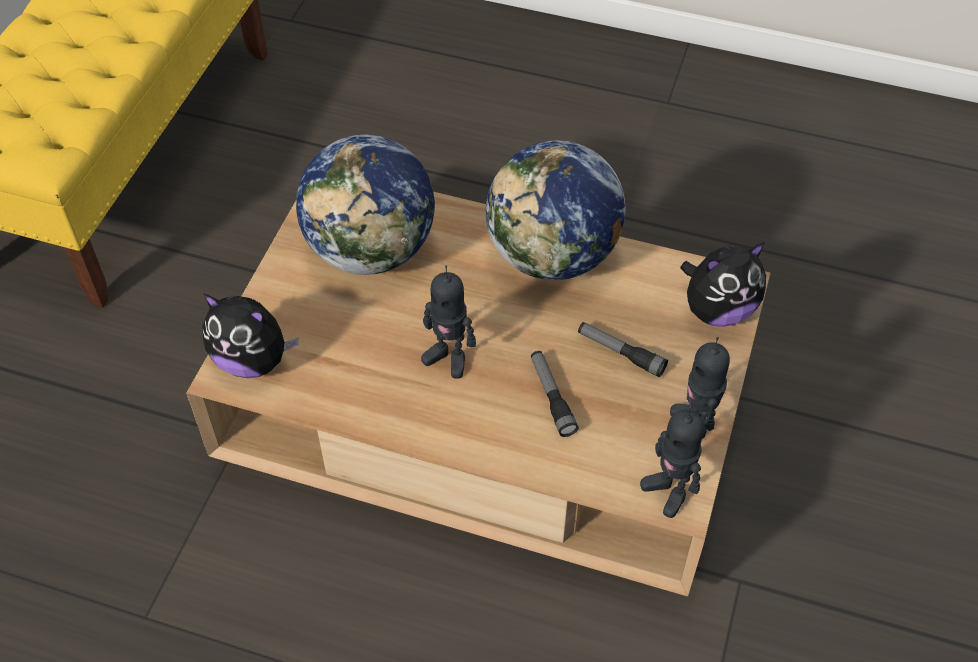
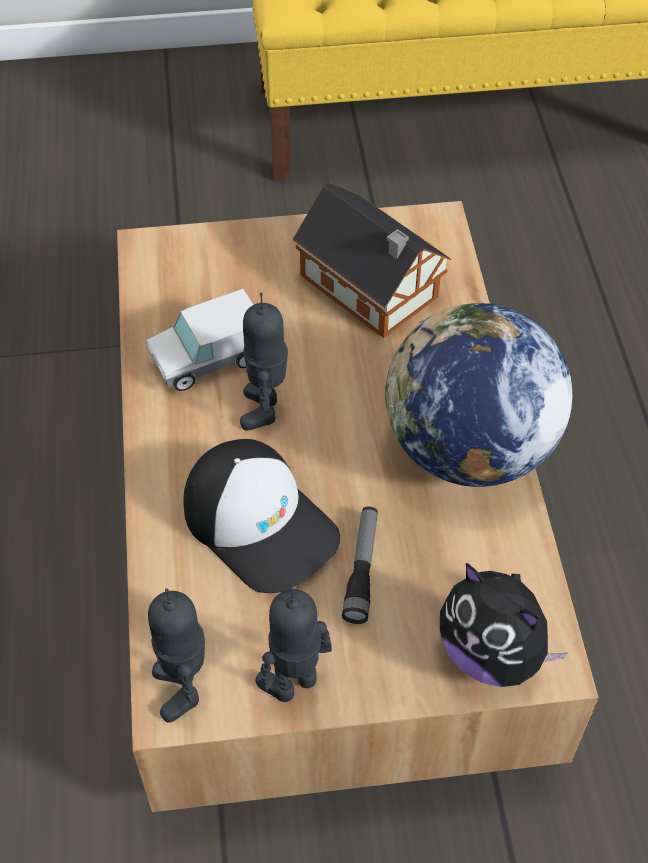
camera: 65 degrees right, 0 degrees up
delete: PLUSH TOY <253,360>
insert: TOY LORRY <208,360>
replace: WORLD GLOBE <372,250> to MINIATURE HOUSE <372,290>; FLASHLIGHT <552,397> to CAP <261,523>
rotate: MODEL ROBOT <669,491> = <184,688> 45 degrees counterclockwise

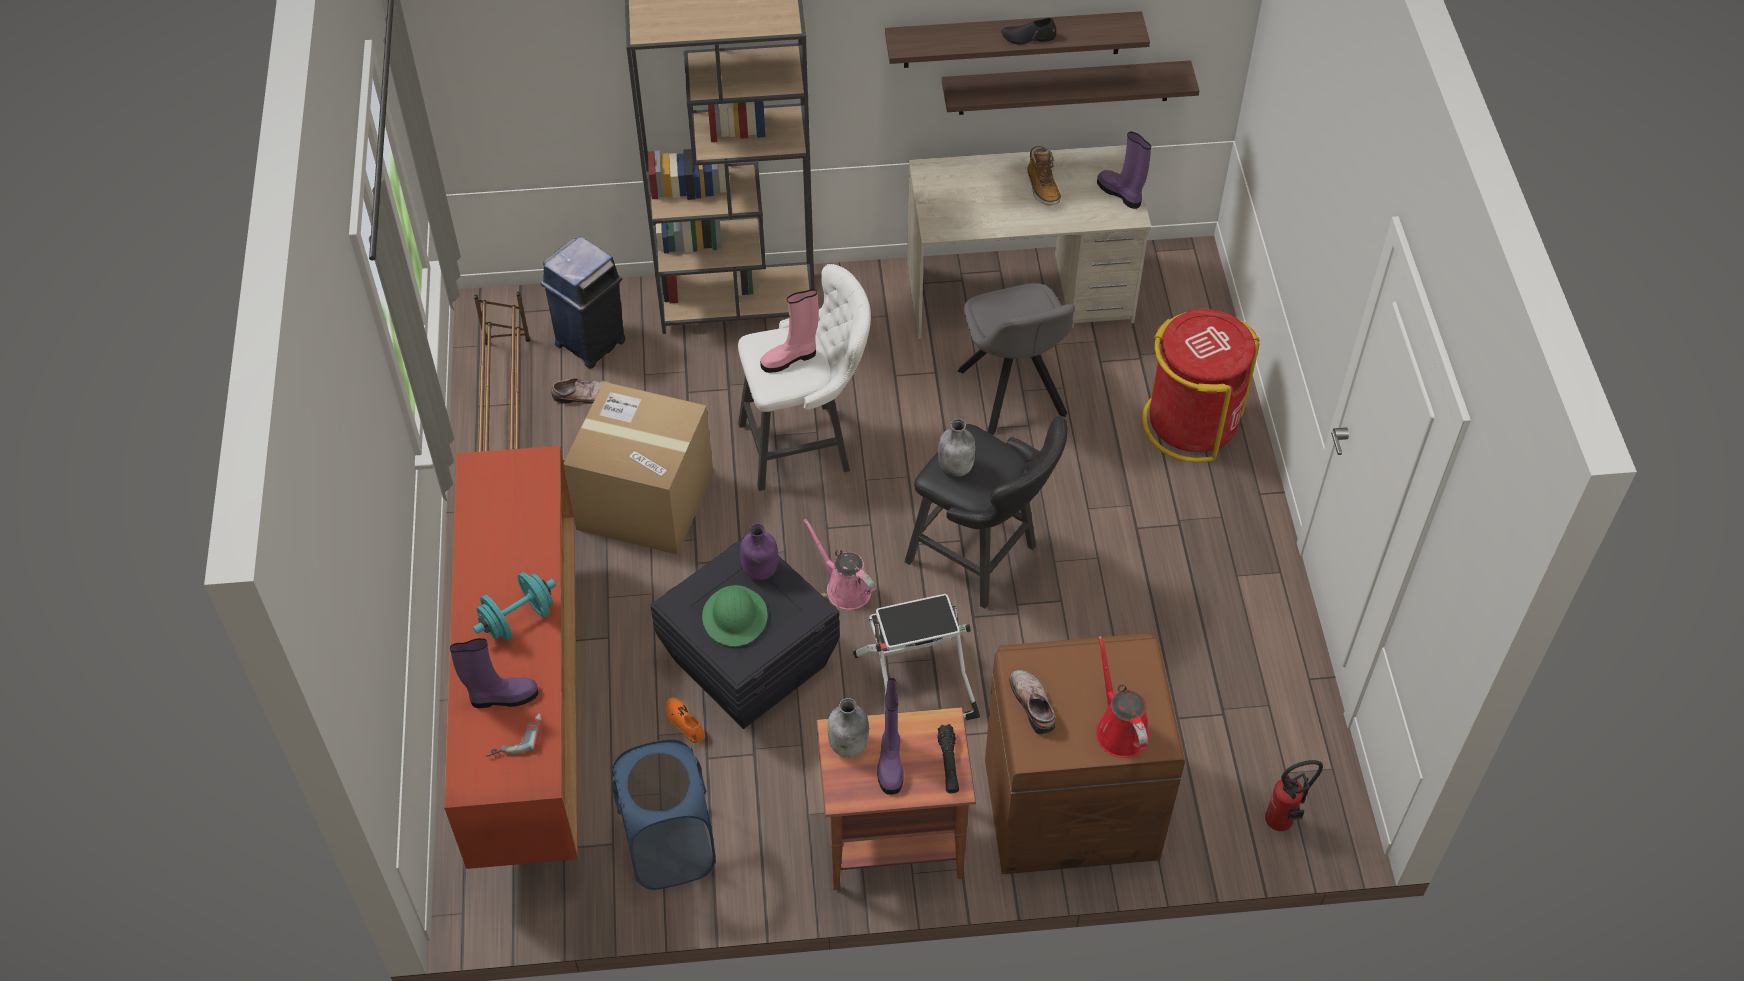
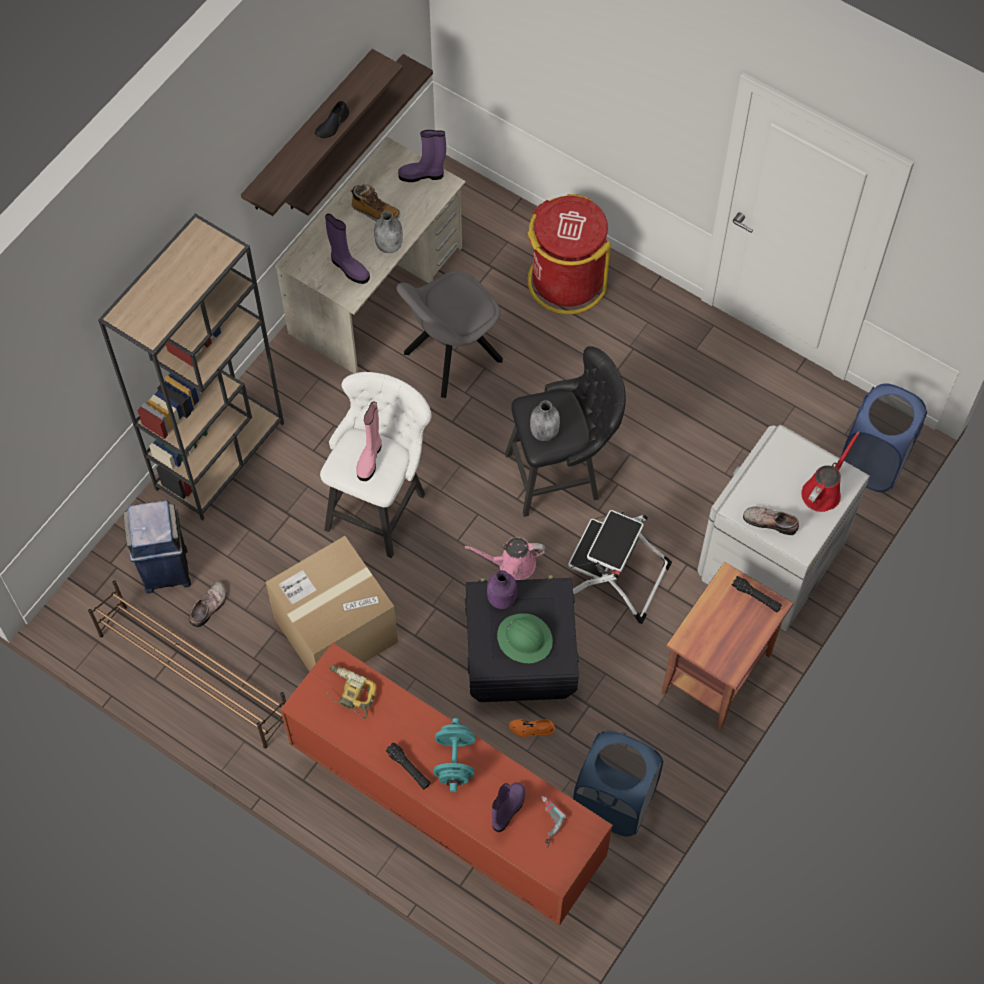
camera: 50 degrees left, 10 degrees up
insert: DRILL <349,692>; BLACKISH FLASHLIGHT <408,768>
move: GREYISH BOTTLE <849,745> to <390,245>; PURPLE-COLOURED BOOT <890,762> to <348,268>
replace: FIRE-FIGHTING CYLINDER <1283,822> to BLUE-COLOURED HAMPER <874,462>
recolor: BROWNISH WASHING MACHINE <1067,801> to WHITE-COLOURED WASHING MACHINE <767,560>
rotate: GREYISH PLAIN CHAIR <1013,393> = <451,356> 120 degrees clockwise; REDDISH SPRINKLING CAN <1119,728> = <823,491> 105 degrees clockwise

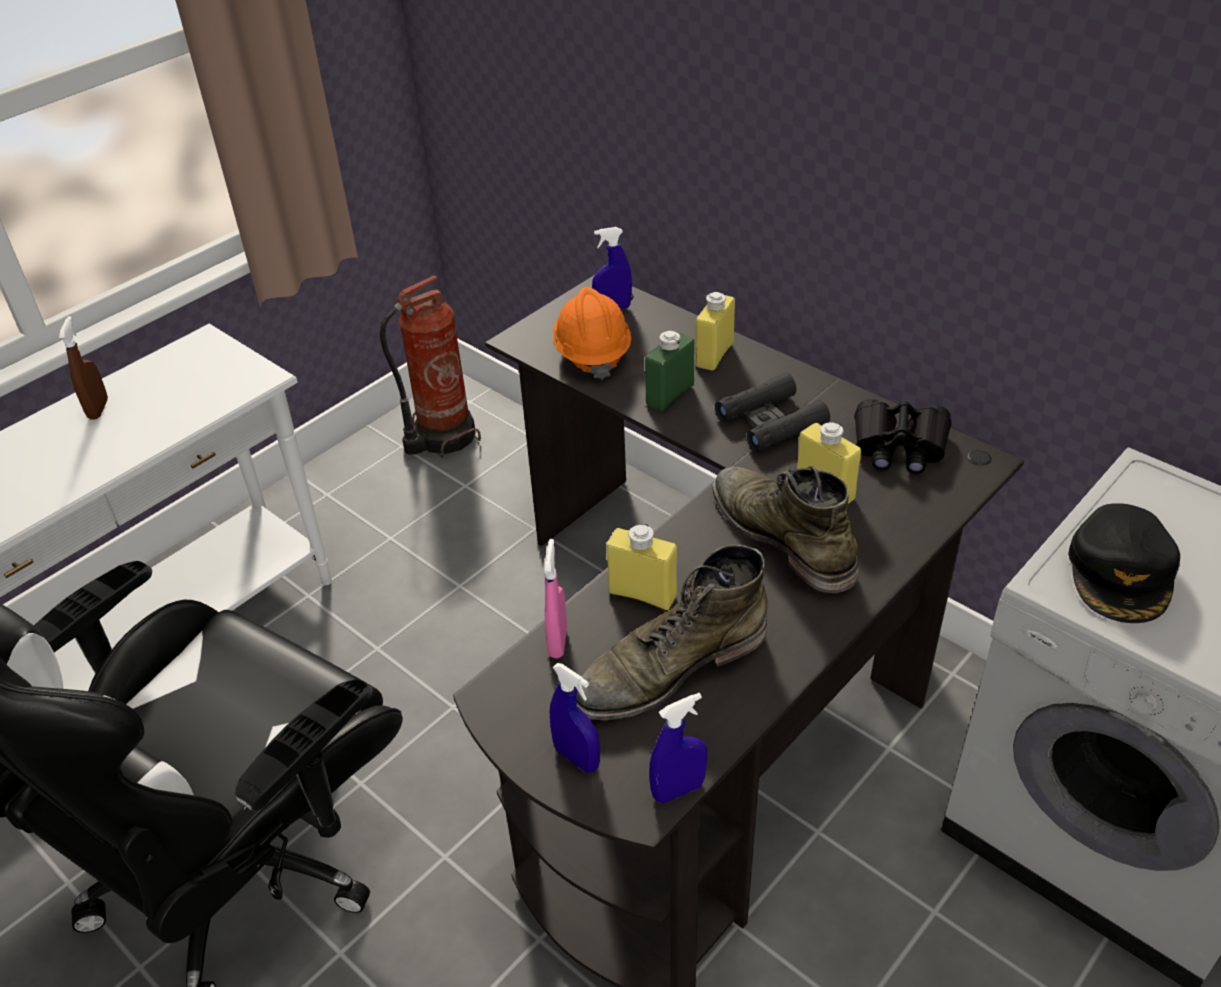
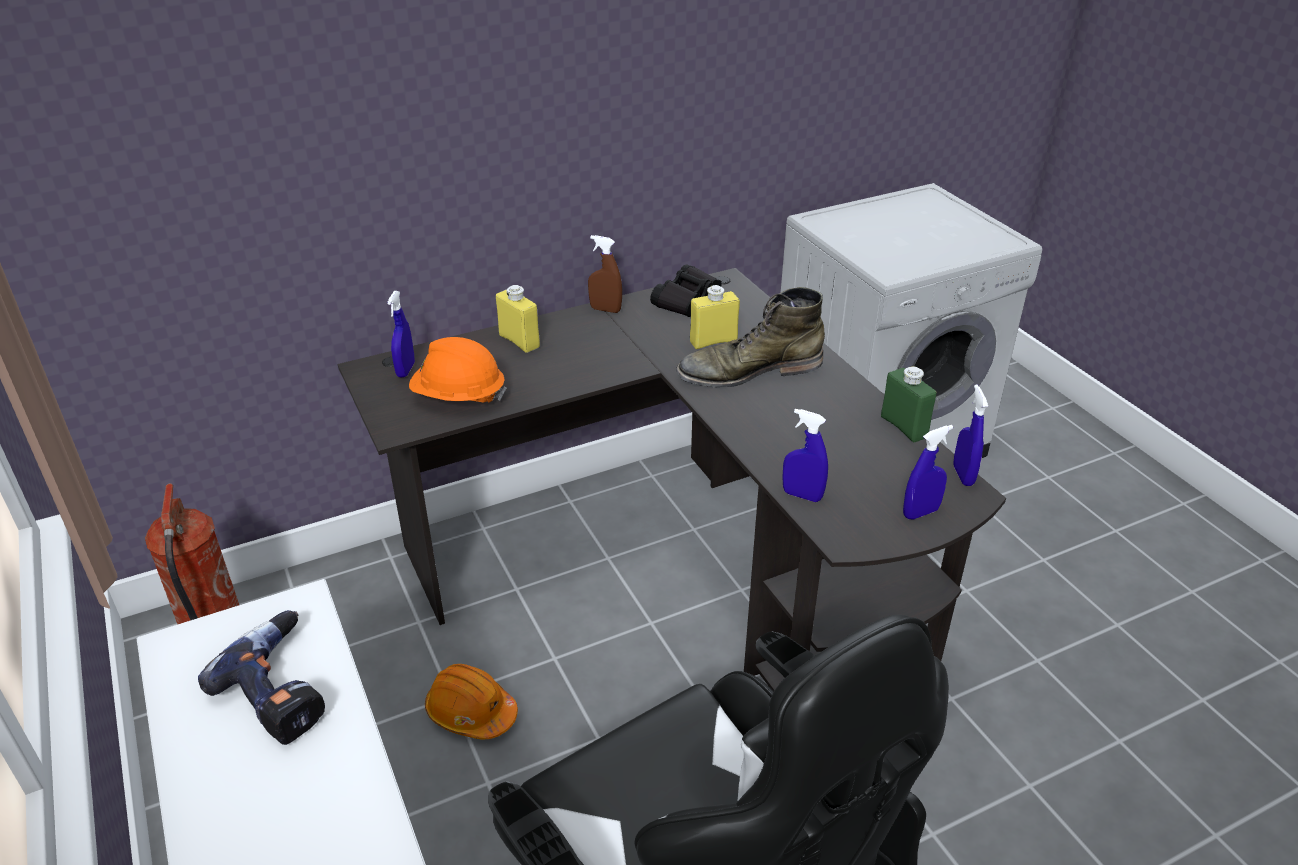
camera: 70 degrees left, 5 degrees down
delete: GREEN-COLOURED BOOT <669,668>; YELLOW-COLOURED BOTTLE <642,594>; BLACKISH PAIR OF BINOCULARS <770,421>; BLACKISH CAP <1121,572>
insert: DRILL <283,688>; ORANGEY HARD HAT <471,712>
move: BROWNISH SPRAYER <98,409> to <605,309>; GREEN-COLOURED BOTTLE <670,394> to <904,427>
recolor: PINK SPRAYER <558,642> to BLUE-COLOURED SPRAYER <802,495>

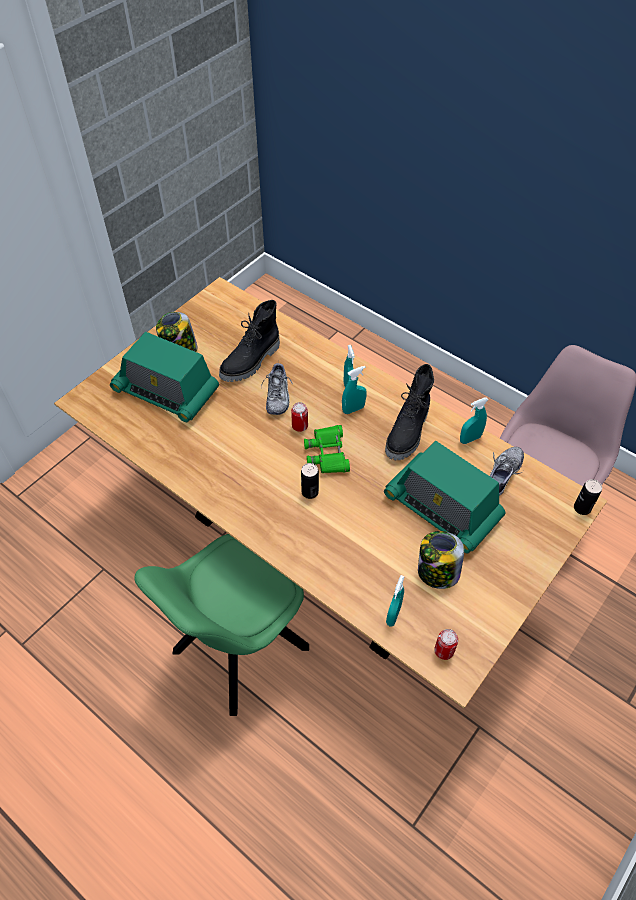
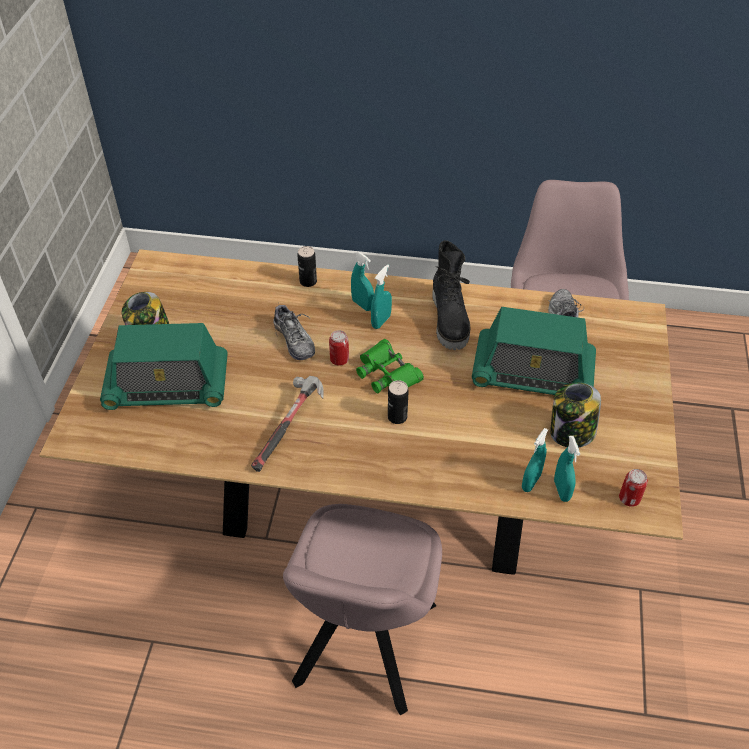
camera: 30 degrees left, 5 degrees down
delete: BLACKISH BOOT <251,362>
insert: HAND HAMMER <289,428>
move: BLUE-GREEN SPRAYER <470,439> to <531,482>; SEALED CAN <582,508> to <308,281>
recolor: GREEN-COLOURED PLAIN CHAIR <239,649> to PINK PLAIN CHAIR <363,644>

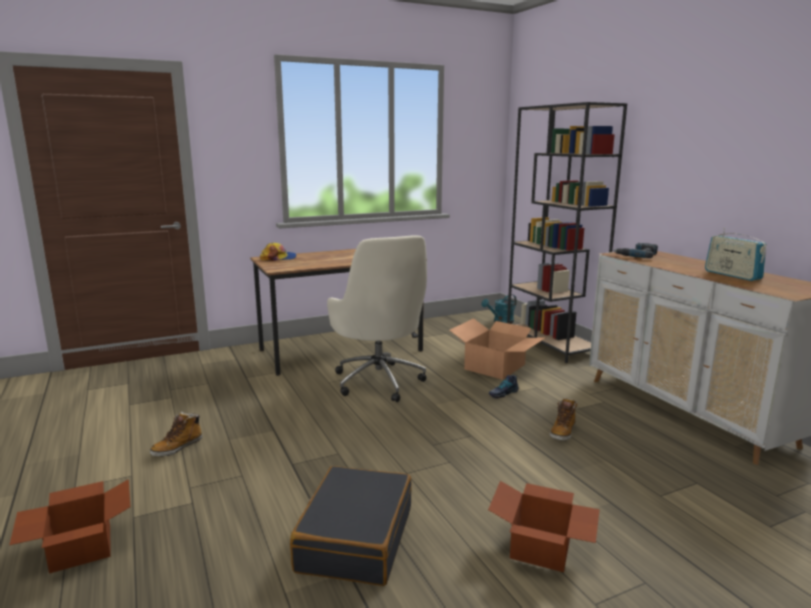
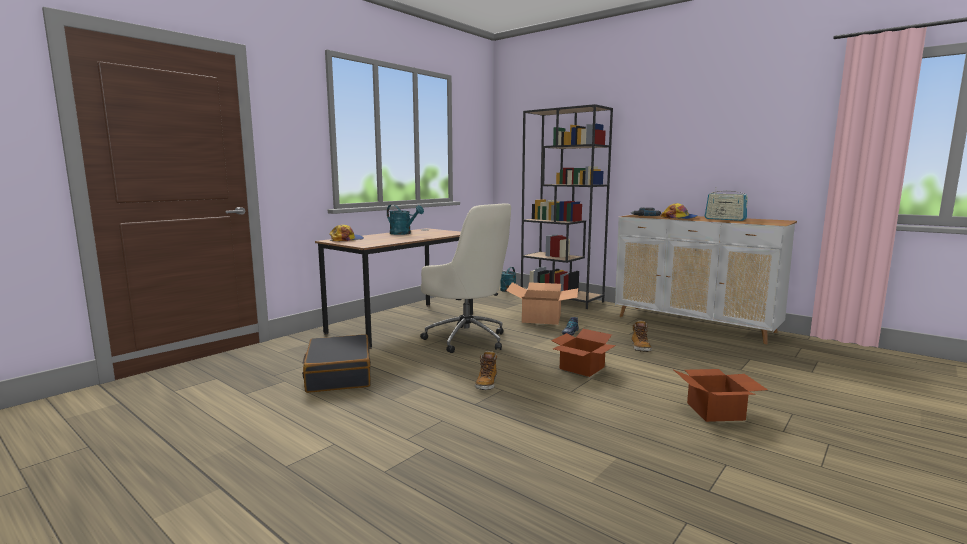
camera: 25 degrees left, 5 degrees down
insert: BLUE-GREEN SPRINKLING CAN <403,233>; CAP <679,218>
move: CARDBOARD BOX <79,548> to <580,368>; BOOT <177,448> to <486,384>; BLACKISH SUITCASE <355,538> to <338,375>

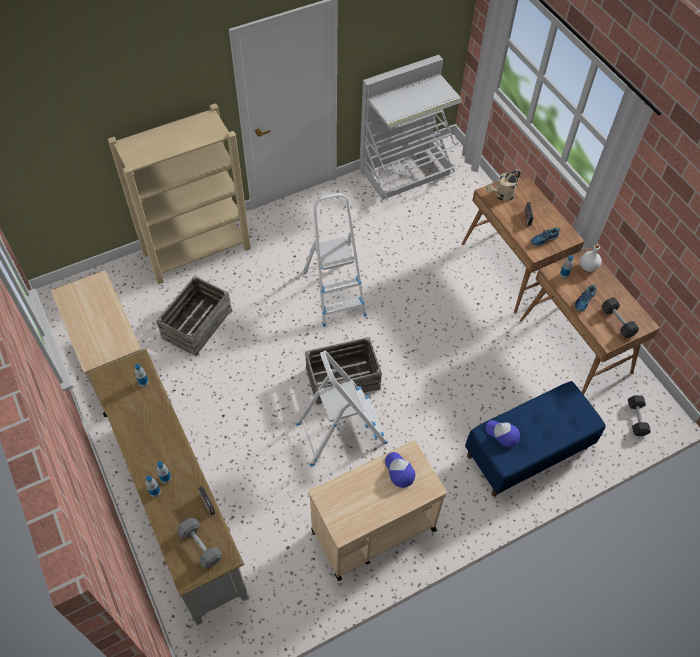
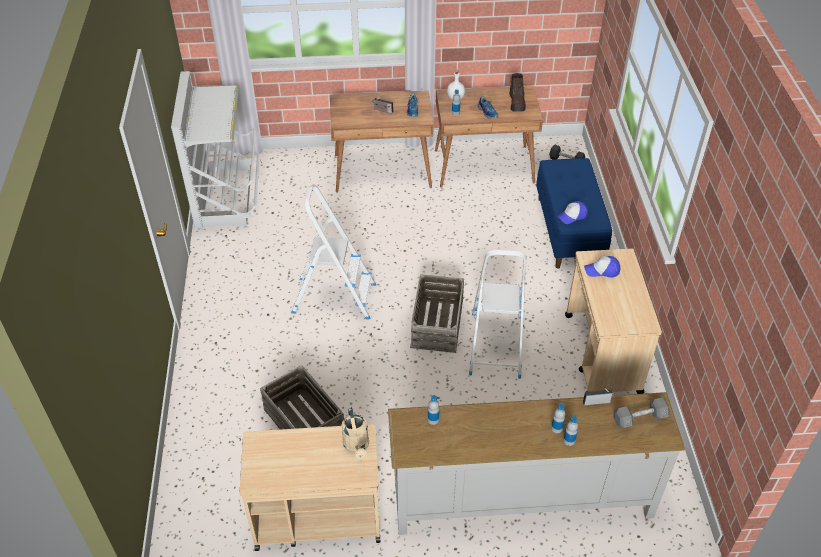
camera: 65 degrees left, 10 degrees down
delete: BEIGE-COLOURED BOOKCASE <197,250>
move: BEIGE-COLOURED SPRINKLING CAN <501,196> to <357,447>
replace: BLACKISH DUMBBELL <617,322> to BROWNISH BOOT <517,103>

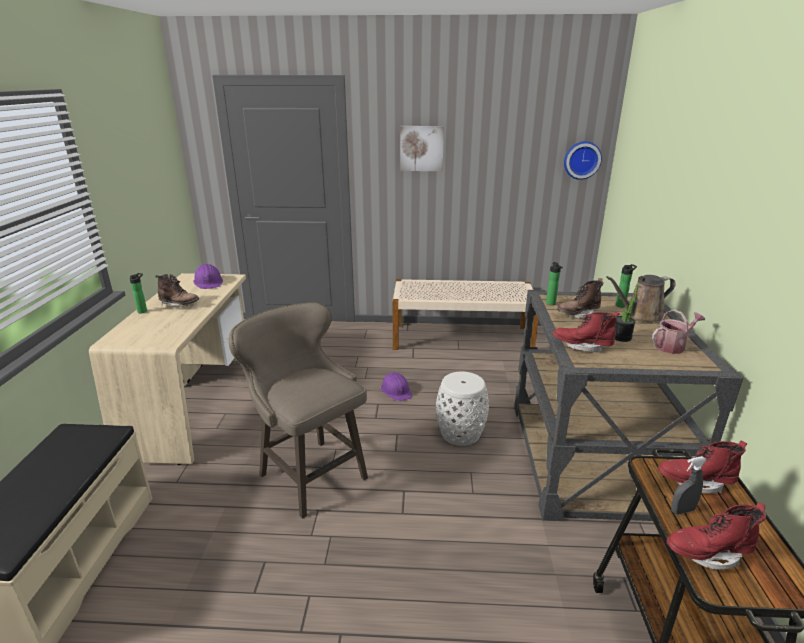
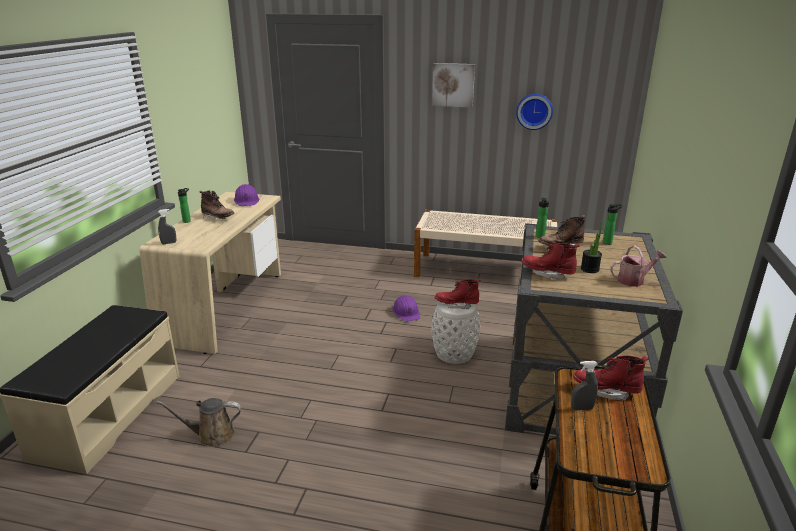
camera: 10 degrees right, 0 degrees up
delete: BEIGE-COLOURED STOOL SEAT <310,474>
insert: GREYISH SPRAYER <169,243>
move: WALL CLOCK <581,160> to <534,111>; BROWNISH SPRINKLING CAN <640,316> to <212,435>; REDDISH BOOT <707,553> to <456,305>

